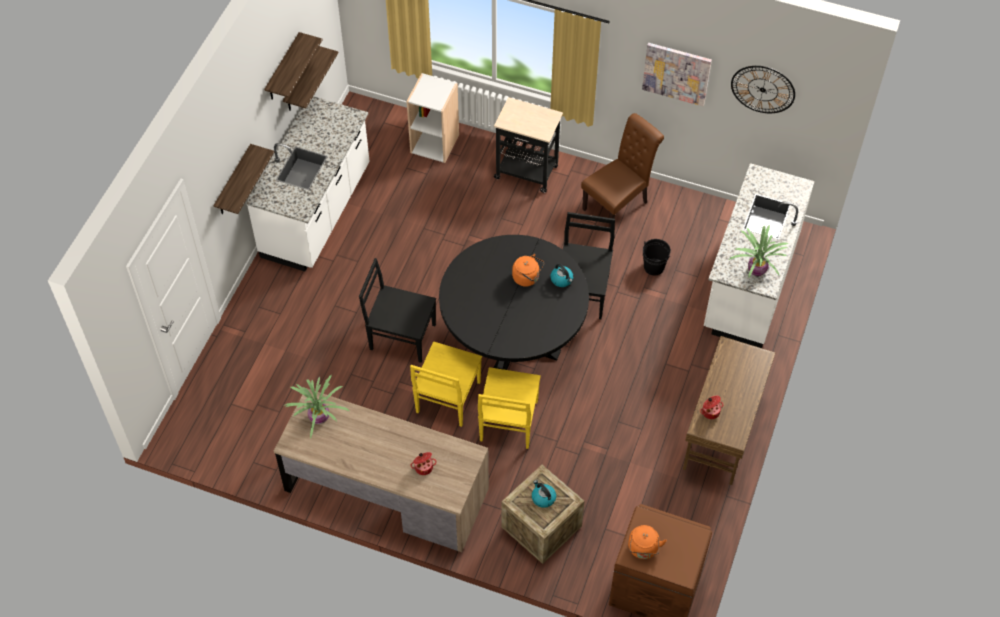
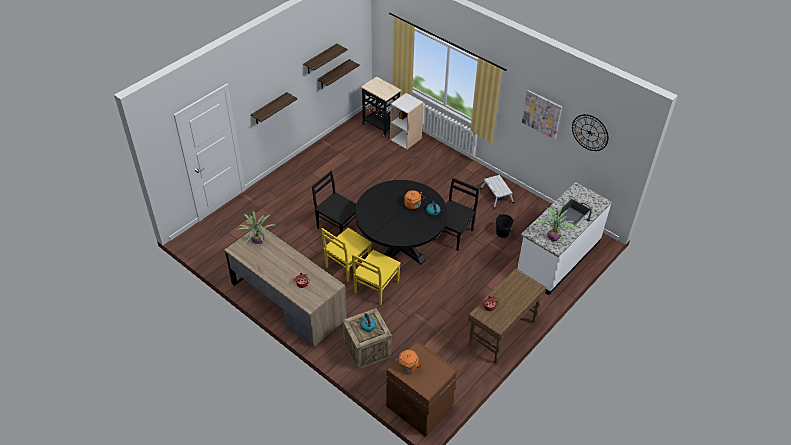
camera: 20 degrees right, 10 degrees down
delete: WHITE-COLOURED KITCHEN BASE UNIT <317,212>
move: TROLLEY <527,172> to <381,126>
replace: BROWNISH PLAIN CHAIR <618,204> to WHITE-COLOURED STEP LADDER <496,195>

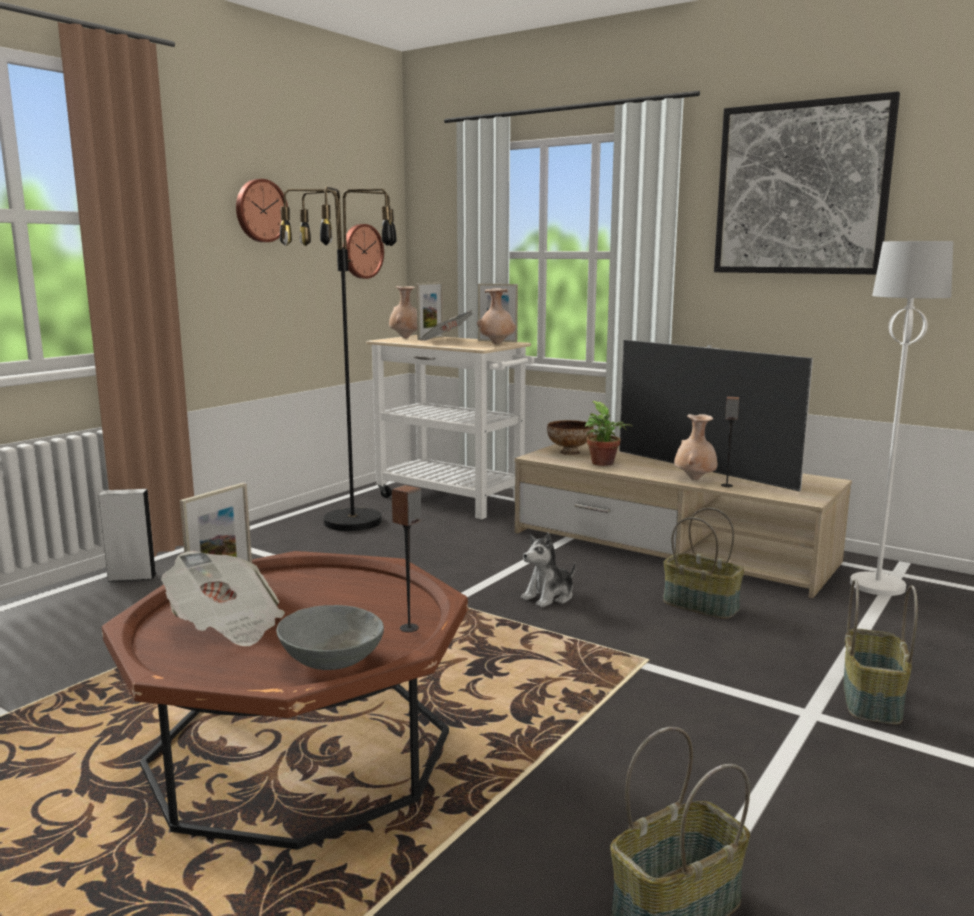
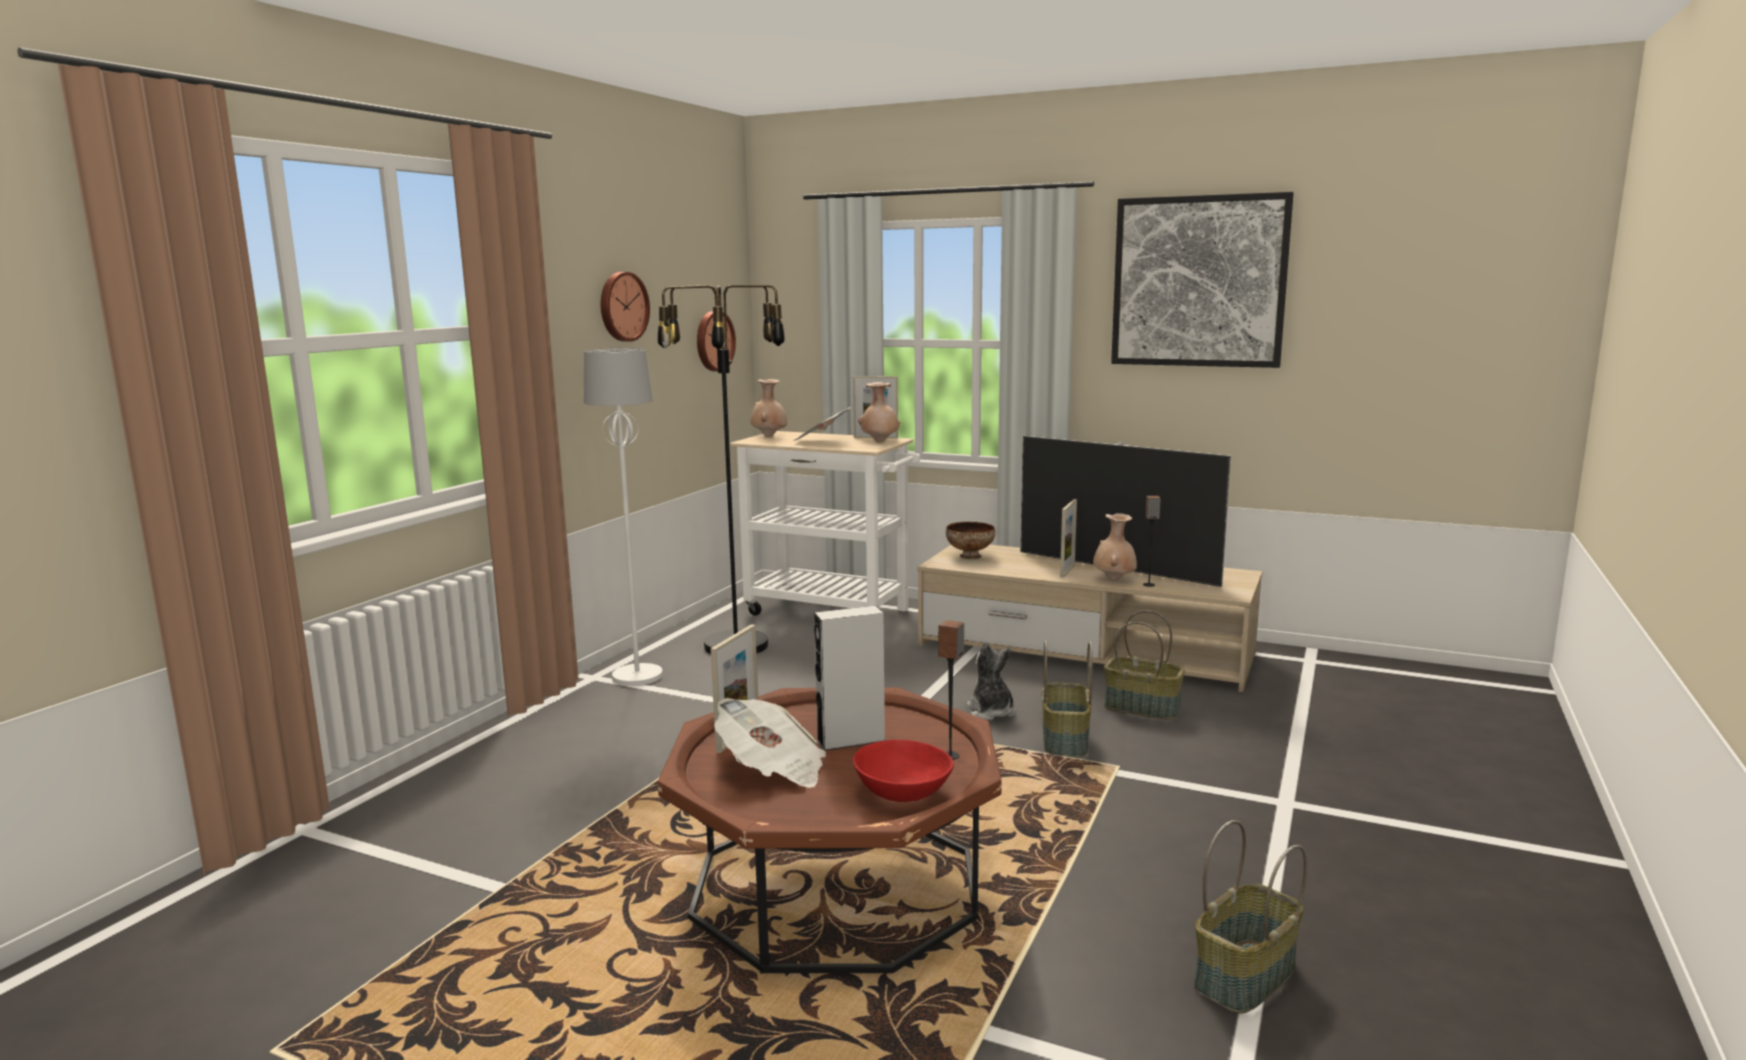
camera: 10 degrees left, 0 degrees up
delete: PLANT IN A POT <604,464>
move: GREYISH SPEAKER <132,577> to <851,740>; PHOTO FRAME <430,338> to <1067,571>; STORAGE BASKET <873,700> to <1066,741>; WHITE-COLOURED STANDING LAMP <877,585> to <638,676>
recolor: GREYISH SERVING BOWL <330,661> to REDDISH SERVING BOWL <901,793>
rotate: PLUSH TOY <549,597> = <991,712> 120 degrees clockwise

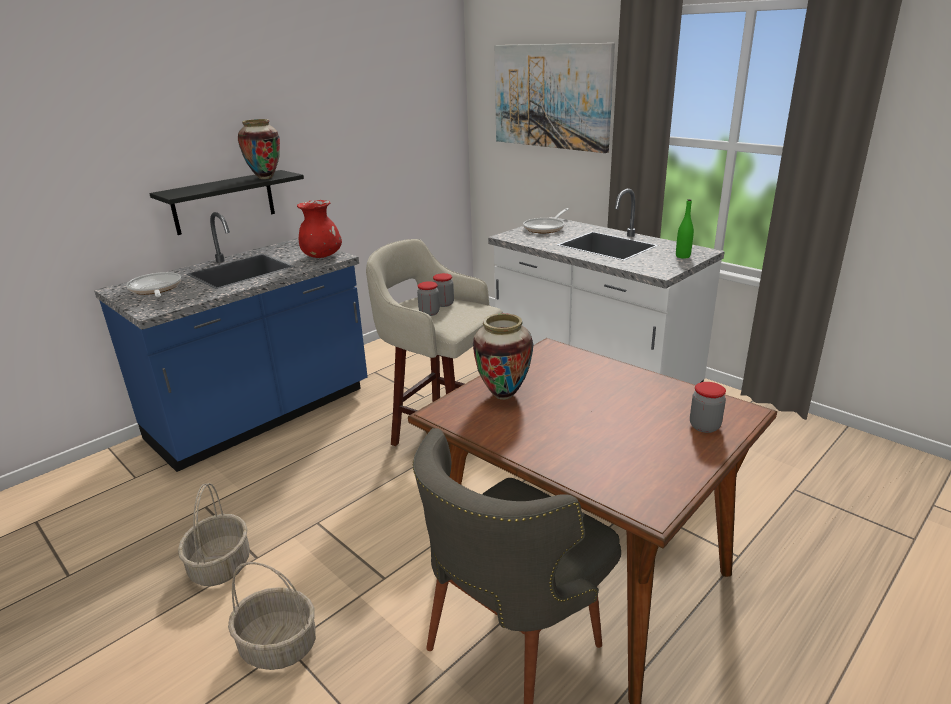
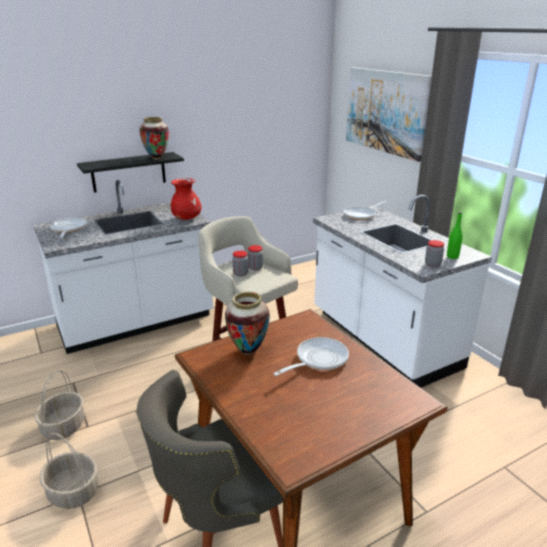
camera: 15 degrees right, 0 degrees up
insert: PAN <318,360>
move: JAR <704,426> to <432,264>
recolor: BLUE-COLOURED KITCHEN BASE UNIT <262,415> to WHITE-COLOURED KITCHEN BASE UNIT <136,323>

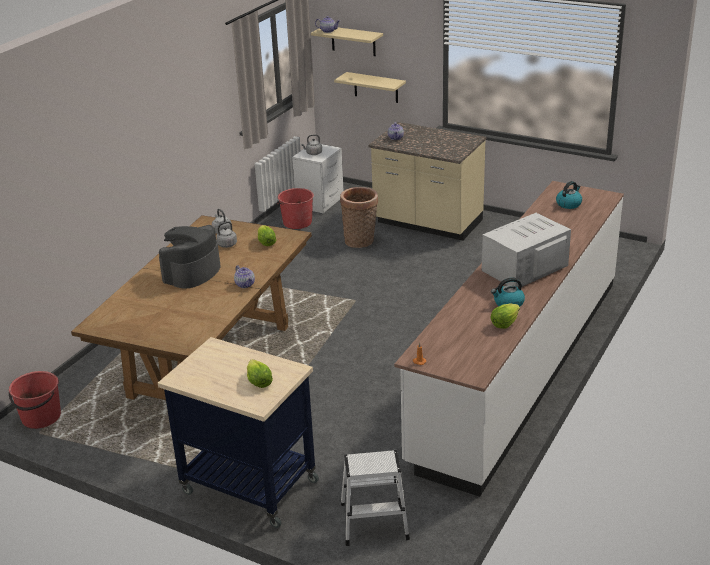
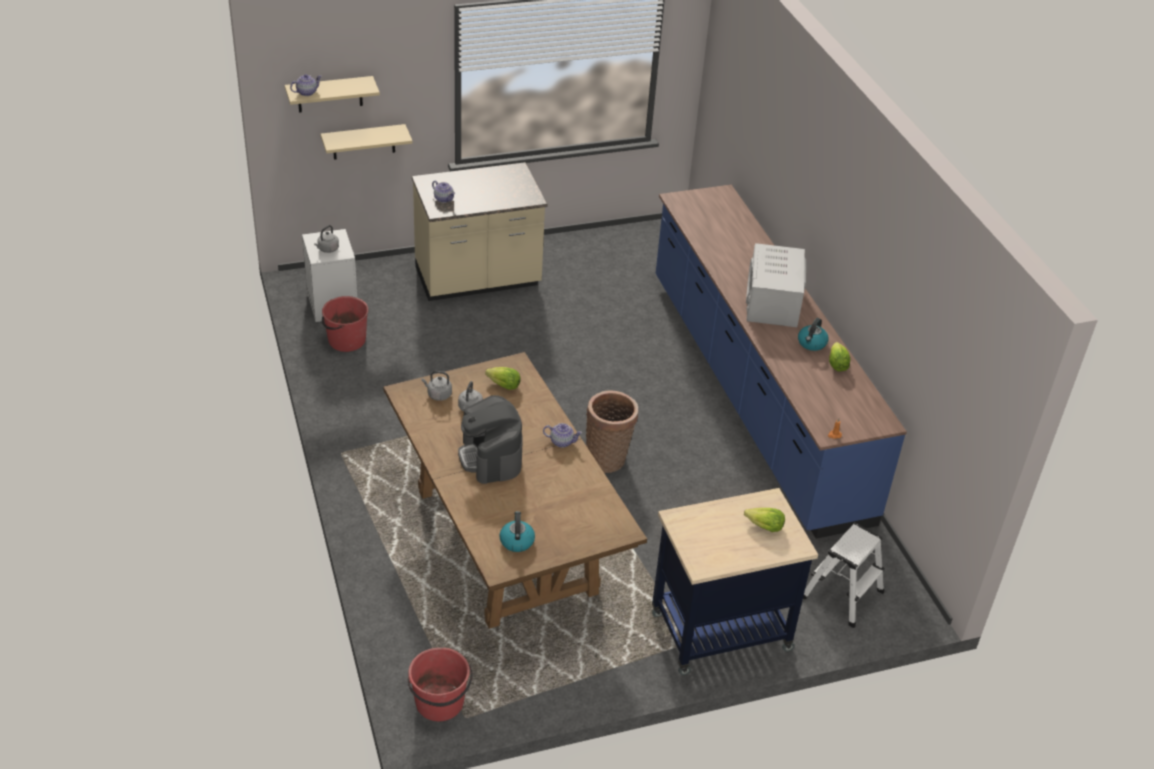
camera: 50 degrees left, 10 degrees up
move: STORAGE BASKET <361,241> to <608,459>; KETTLE <568,204> to <516,541>
recolor: WHITE-COLOURED KITCHEN BASE UNIT <518,366> to BLUE-COLOURED KITCHEN BASE UNIT <754,394>

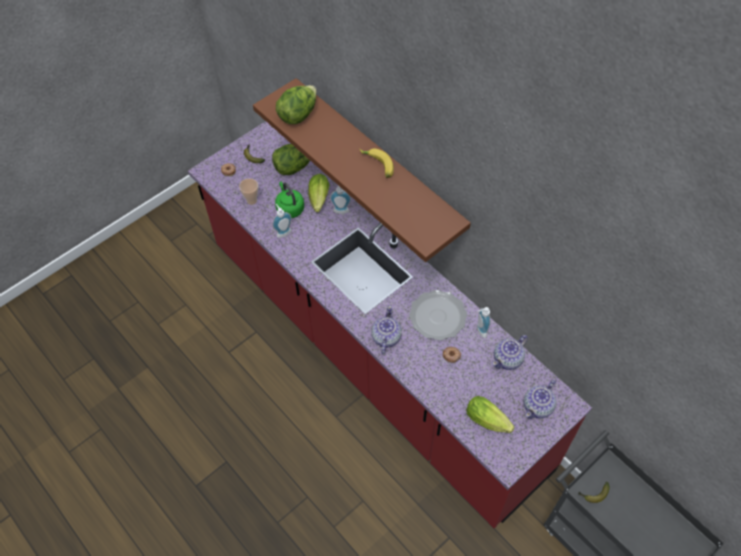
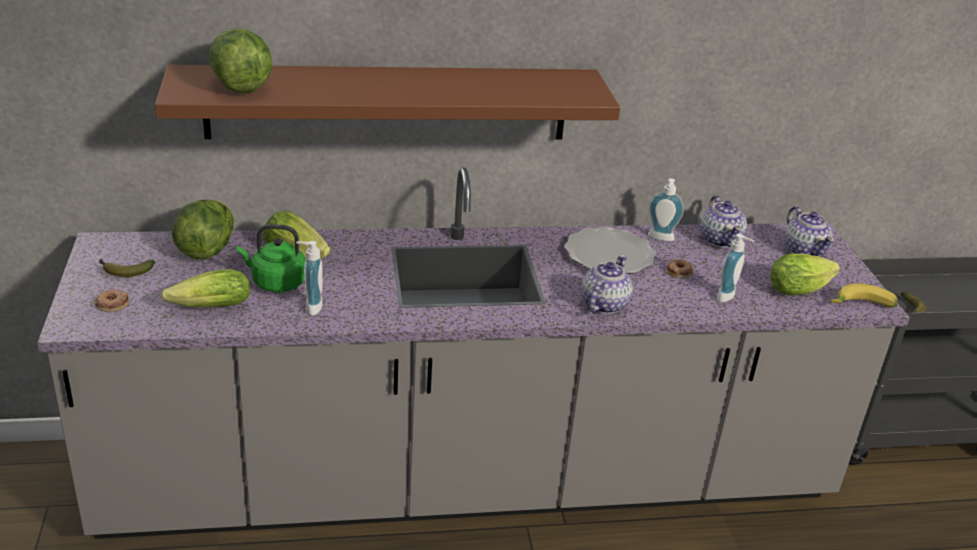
camera: 60 degrees left, 25 degrees down
move: SOAP BOTTLE <341,212> to <729,297>; BANANA <377,166> to <862,306>
replace: CUP <251,200> to HEAD OF LETTUCE <207,308>
recolor: REDDISH KITCHEN BASE UNIT <372,354> to GREYISH KITCHEN BASE UNIT <471,483>
rotate: TEA POT <386,338> = <603,304> 75 degrees clockwise

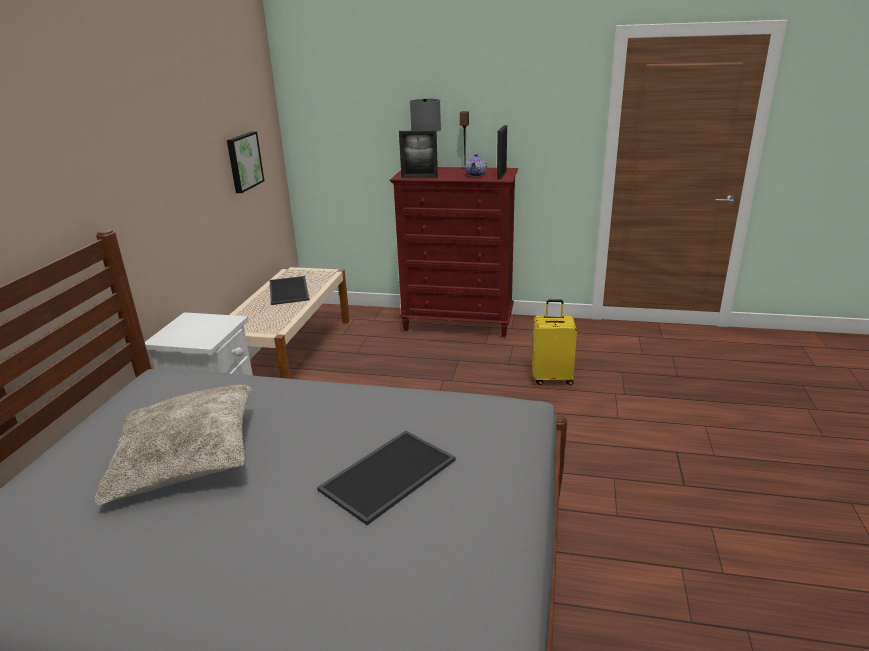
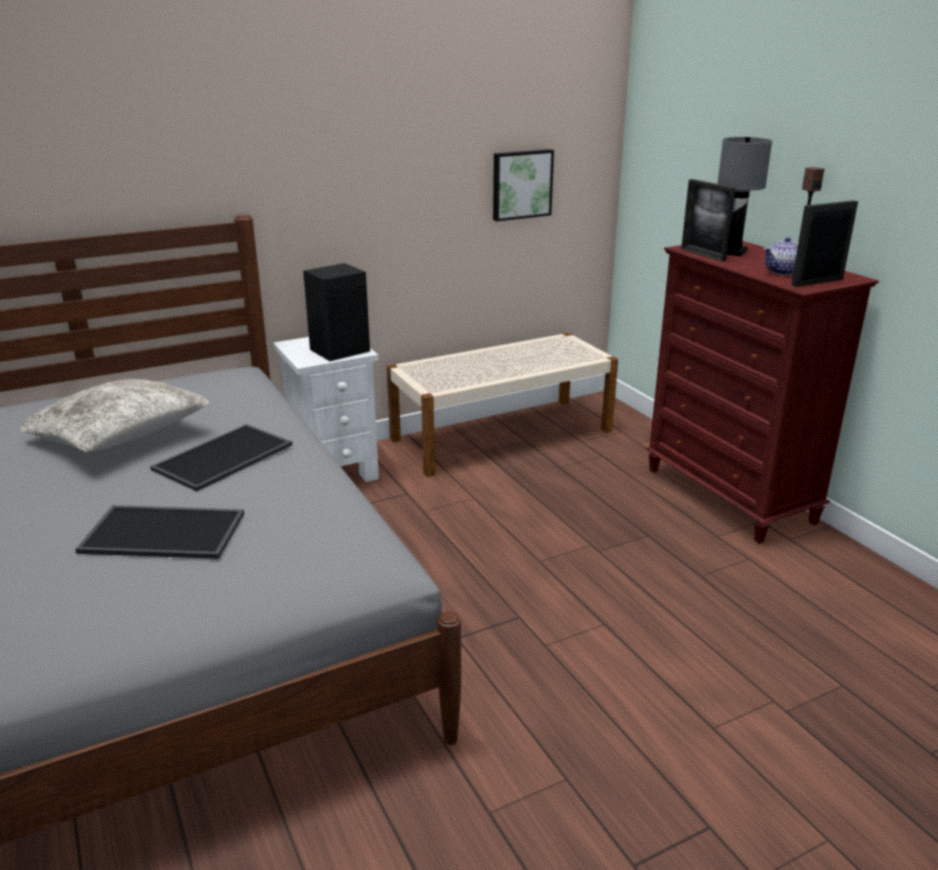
camera: 50 degrees right, 0 degrees up
delete: YELLOW-COLOURED SUITCASE <552,378>
insert: BLACKISH SPEAKER <341,350>
move: CARRYING TRAY <290,290> to <223,458>

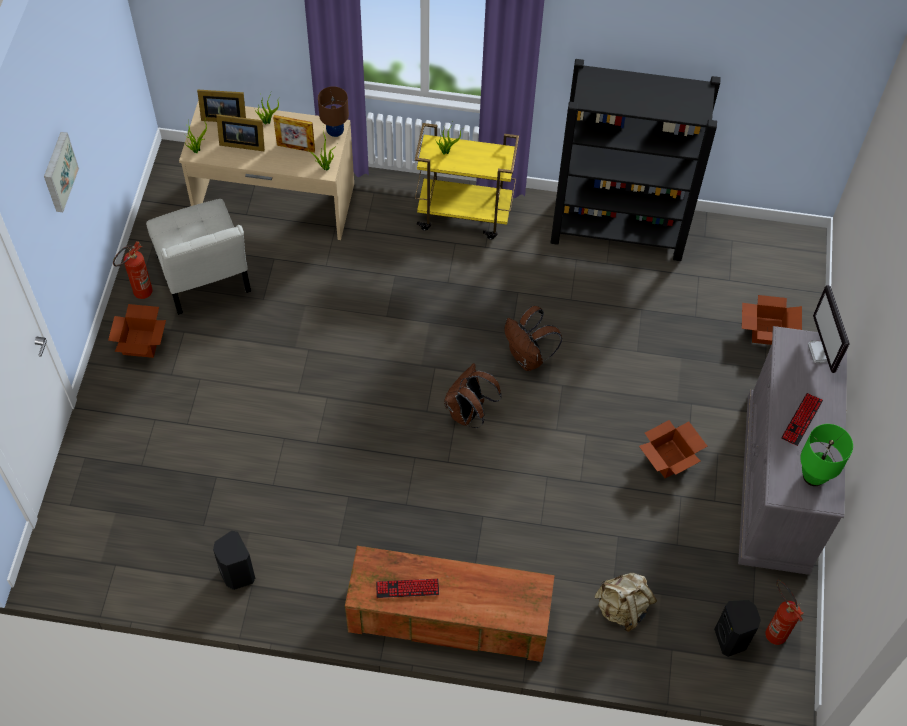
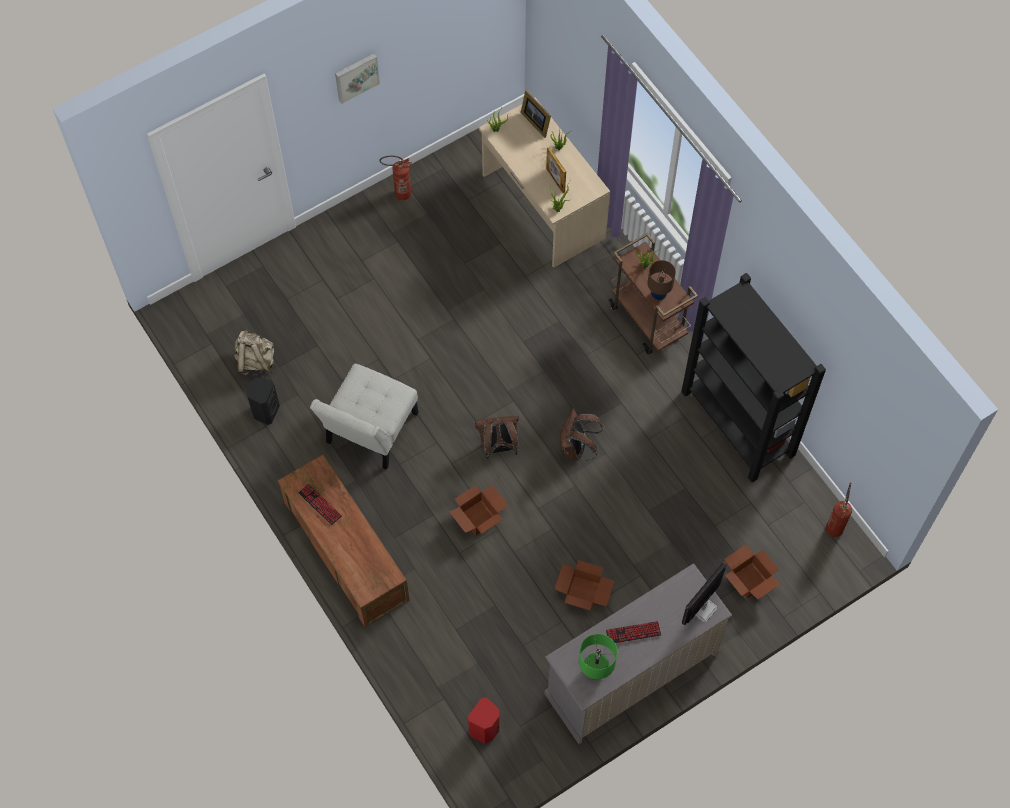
camera: 50 degrees right, 5 degrees up
delete: PHOTO FRAME <241,143>
move: CARDBOARD BOX <142,342> to <480,517>; WHITE-COLOURED PLAIN CHAIR <204,278> to <369,432>; BROWNISH TABLE LAMP <335,132> to <658,295>; BEIGE-COLOURED RUCKSACK <622,608> to <255,361>; FIRE-FIGHTING CYLINDER <772,630> to <835,525>
recolor: YELLOW-COLOURED TROLLEY <464,217> to BROWNISH TROLLEY <648,323>; BLACKISH SPEAKER <731,639> to REDDISH SPEAKER <485,729>

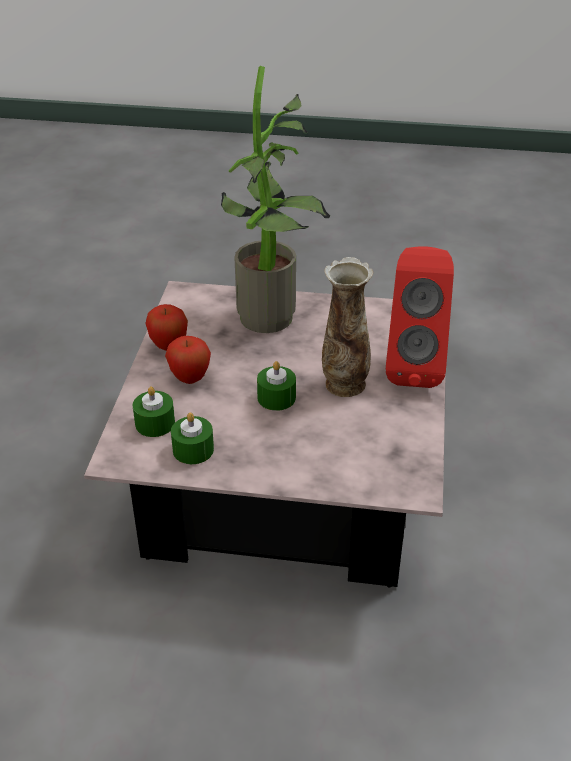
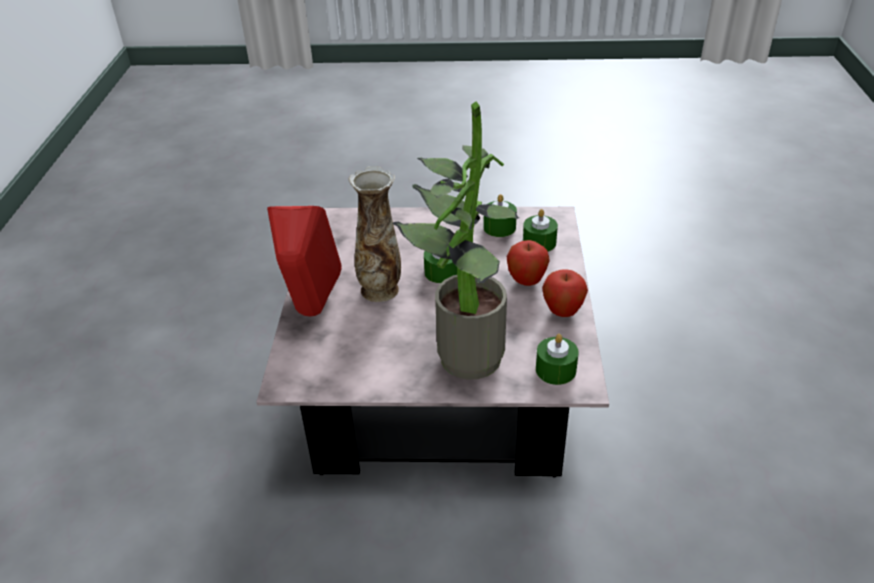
camera: 175 degrees right, 0 degrees up
insert: GREEN-COLOURED CANDLE <555,370>

